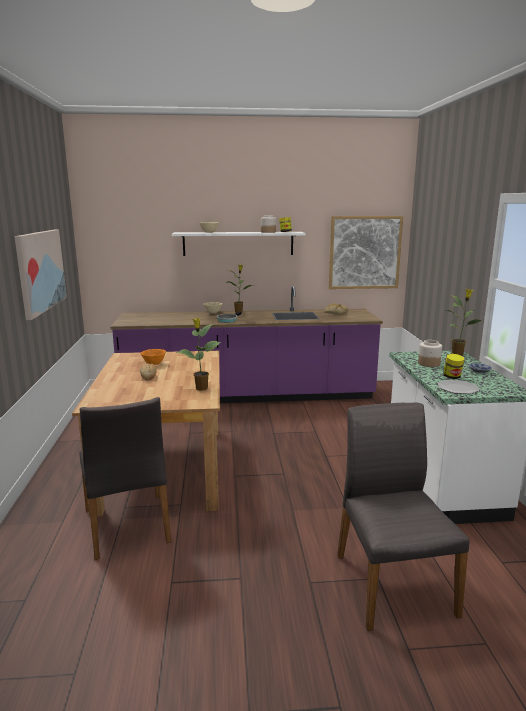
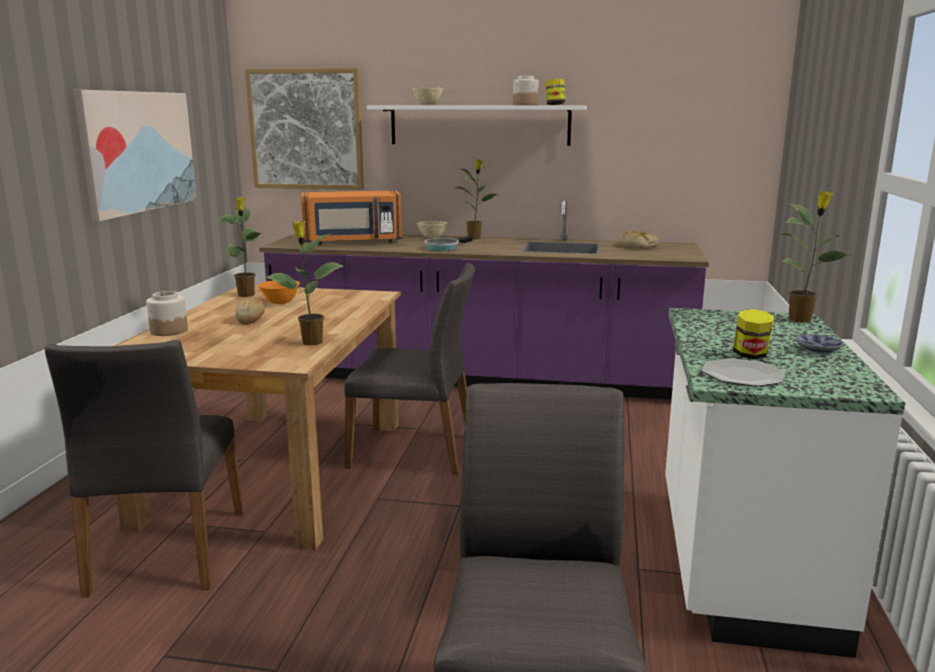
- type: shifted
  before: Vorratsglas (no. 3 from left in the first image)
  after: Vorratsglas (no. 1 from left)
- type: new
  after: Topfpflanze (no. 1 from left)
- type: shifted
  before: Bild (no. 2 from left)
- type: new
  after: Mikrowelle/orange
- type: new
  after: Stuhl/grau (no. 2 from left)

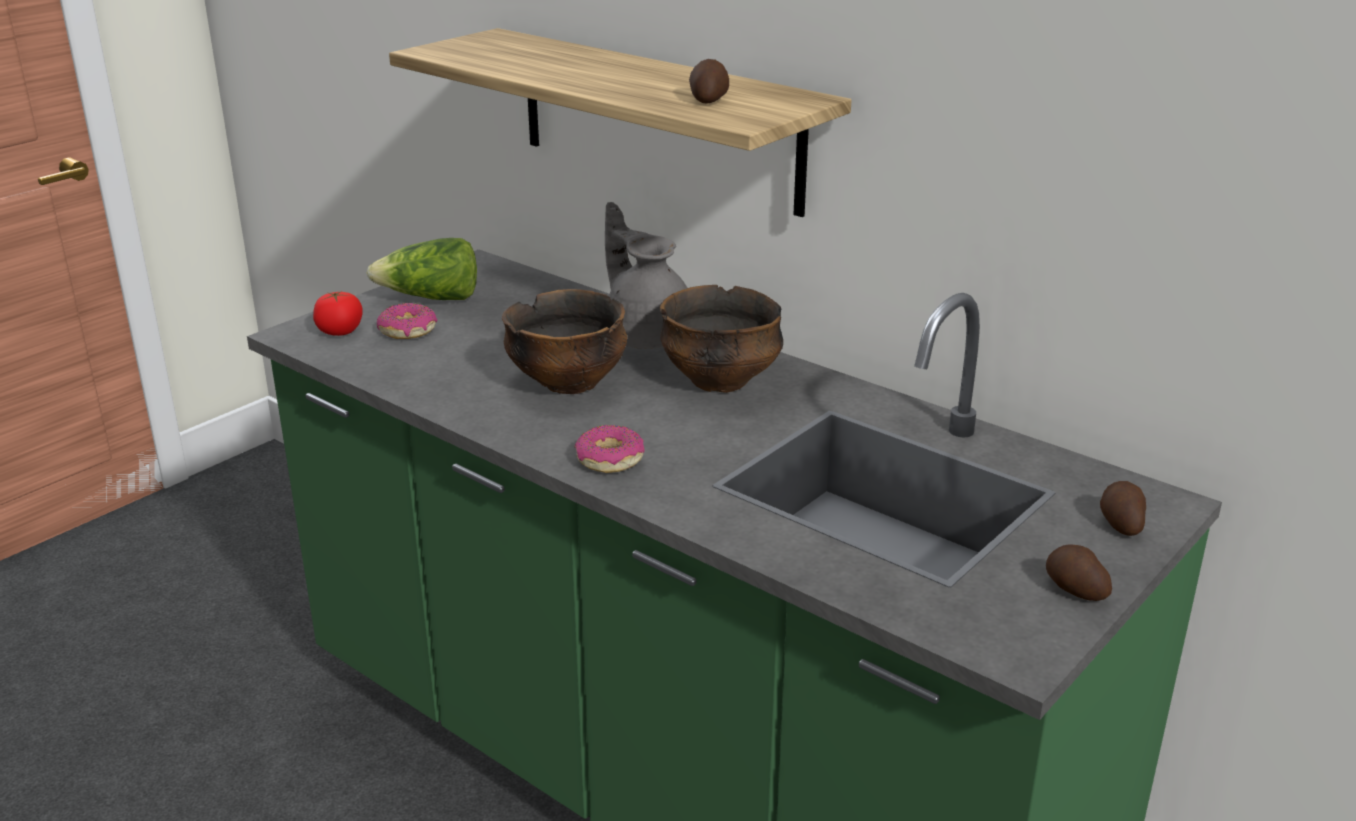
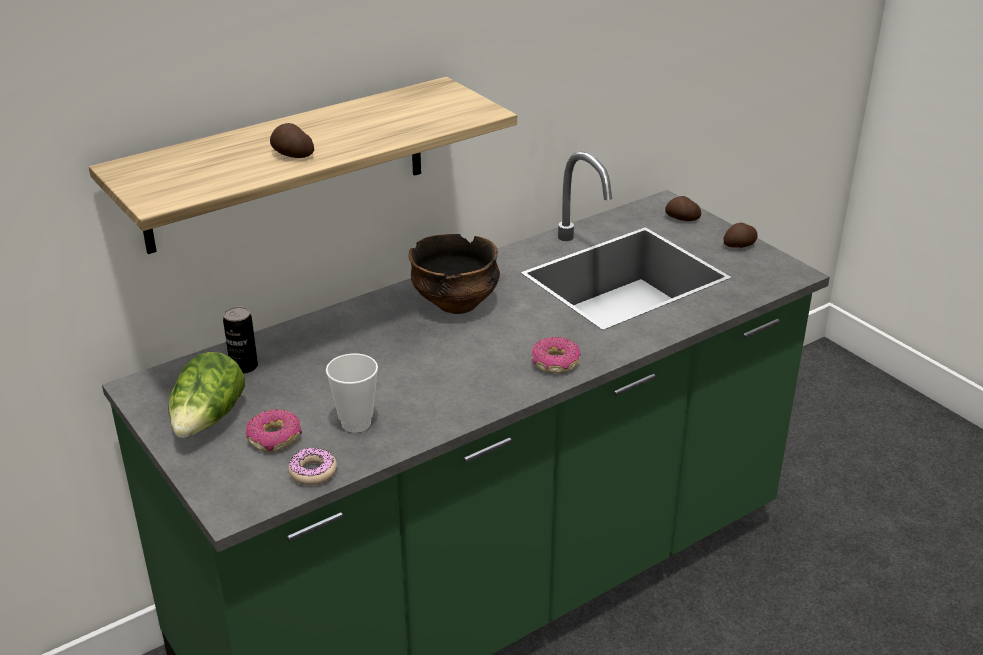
- type: new
  after: Dose
- type: shifted
  before: Kartoffel (no. 1 from left)
- type: new
  after: Donut (no. 2 from left)
- type: new
  after: Tasse
- type: gone
  before: Tomate
- type: gone
  before: Schüssel (no. 1 from left)
- type: gone
  before: Teekanne/grau

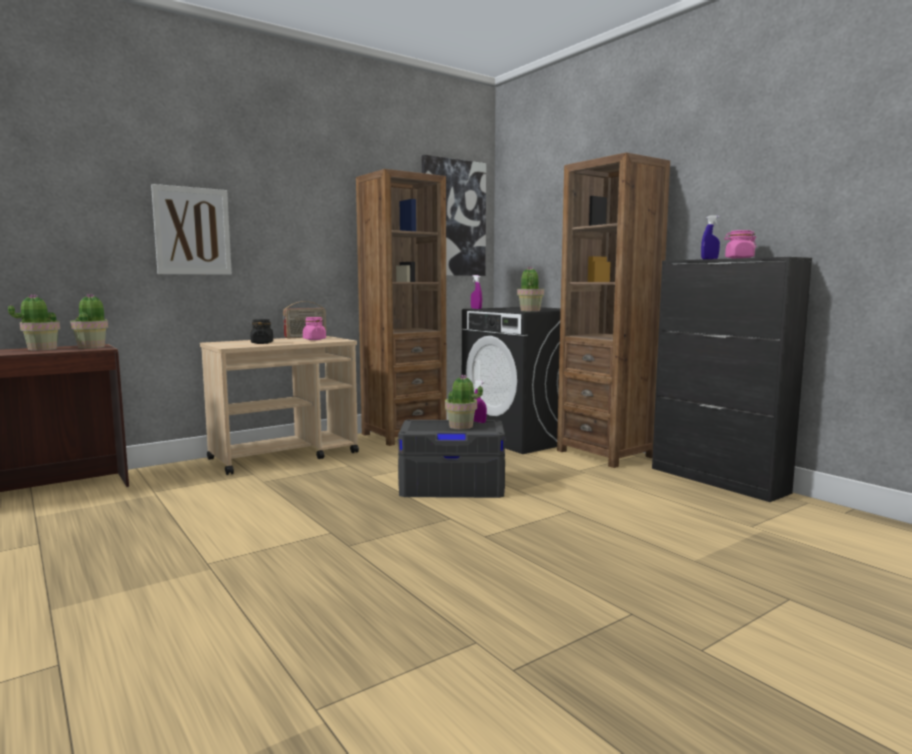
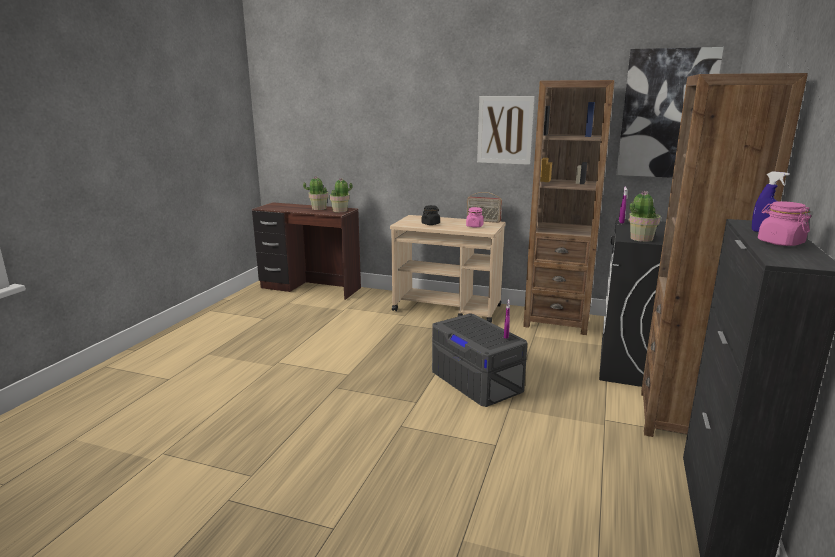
- type: shifted
  before: Bild (no. 1 from left)
- type: gone
  before: Topfpflanze (no. 3 from left)

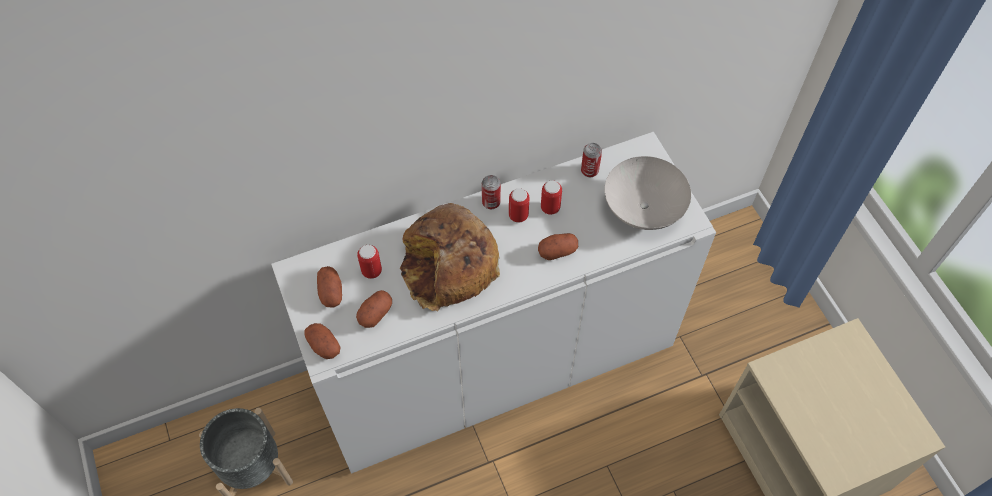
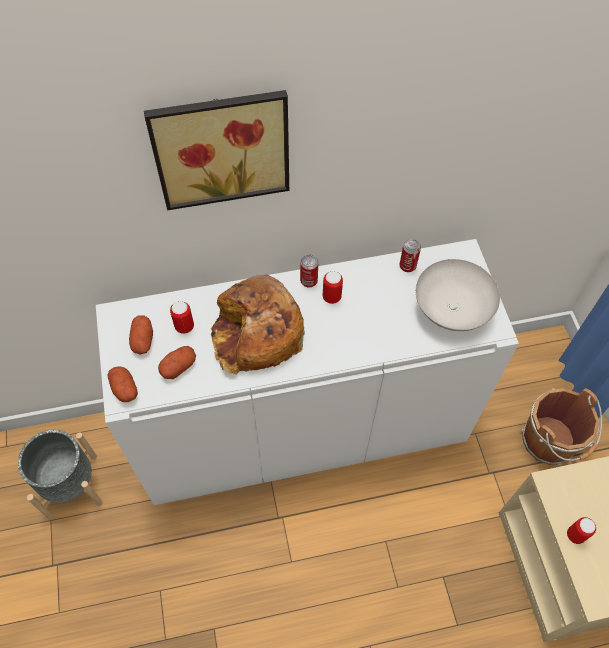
- type: new
  after: Bild
- type: new
  after: Eimer/braun
- type: shifted
  before: Dose (no. 4 from left in the first image)
  after: Dose (no. 5 from left)
- type: gone
  before: Kartoffel (no. 4 from left)

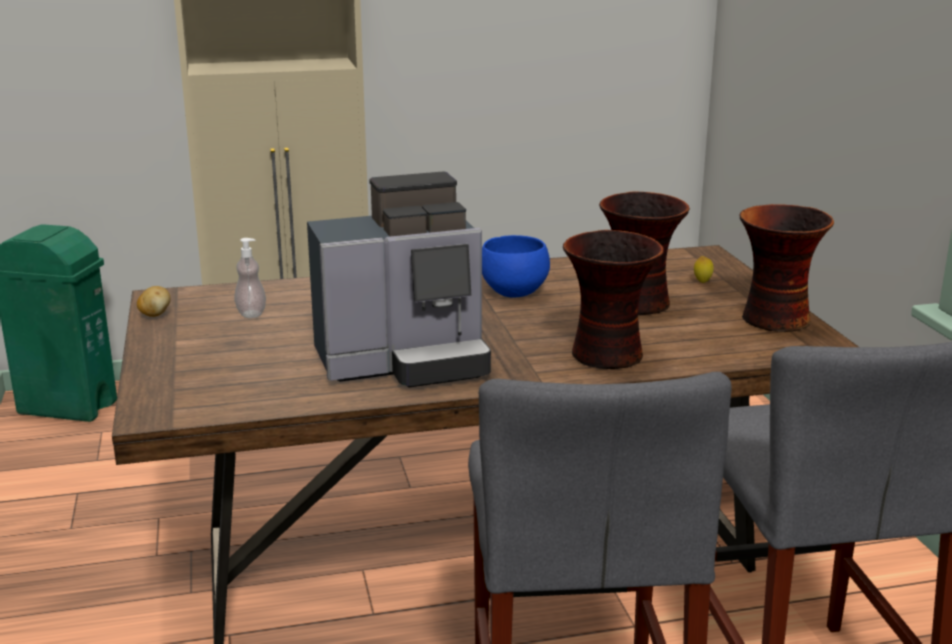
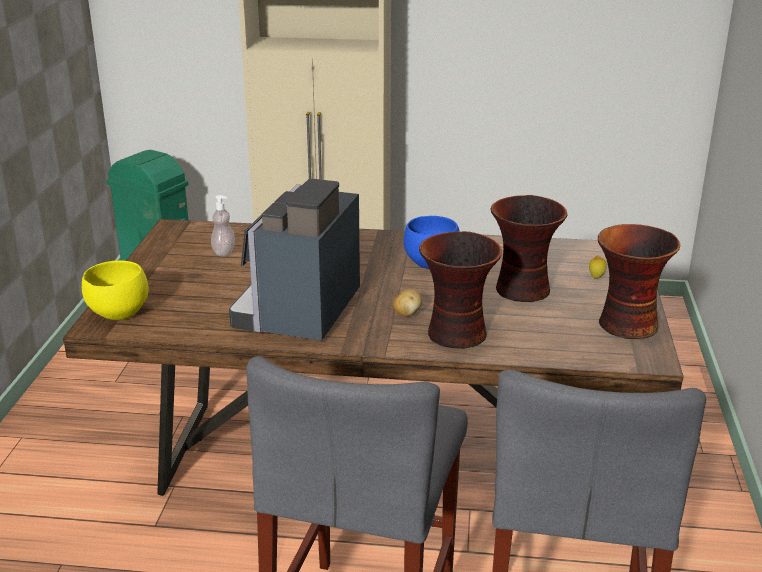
- type: new
  after: Schüssel/gelb
- type: rotated
  before: Kaffeemaschine
  turn: 105
- type: shifted
  before: Kartoffel

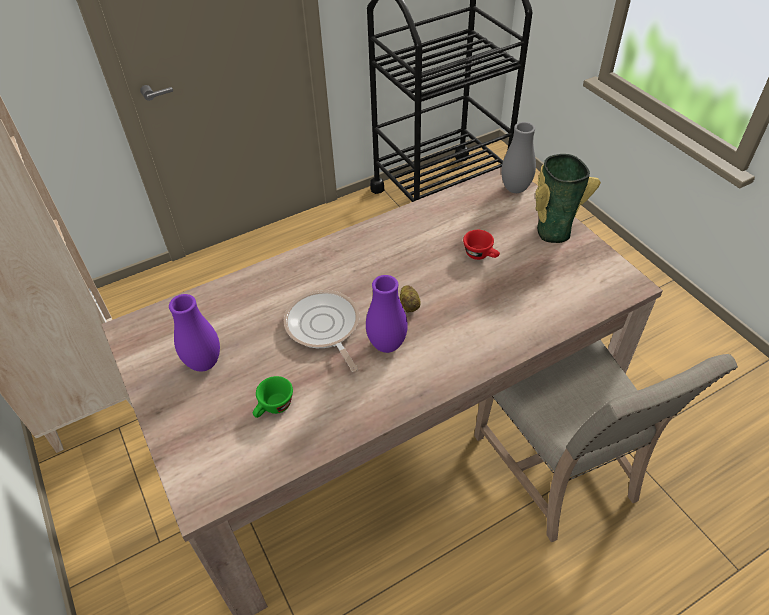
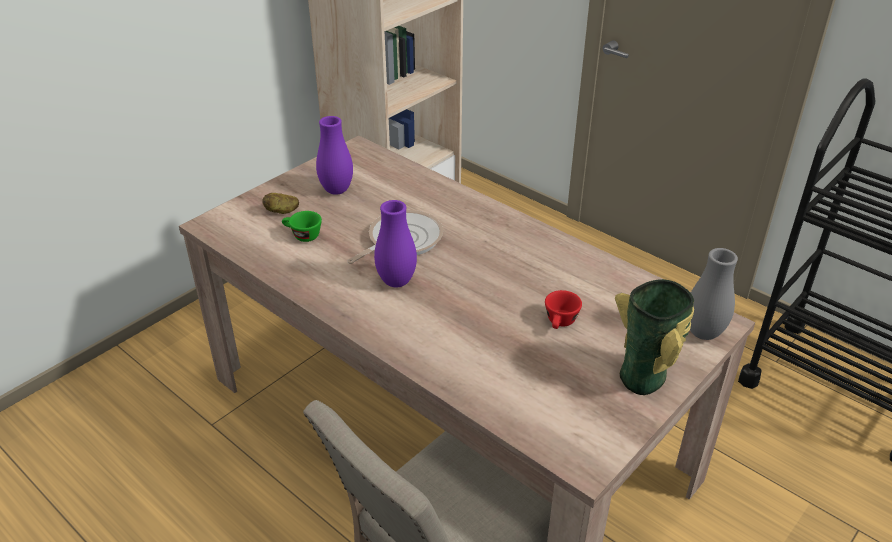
- type: shifted
  before: Kartoffel

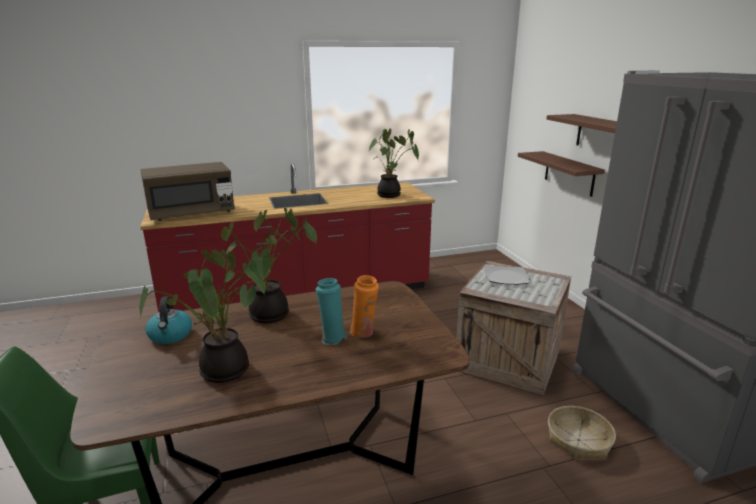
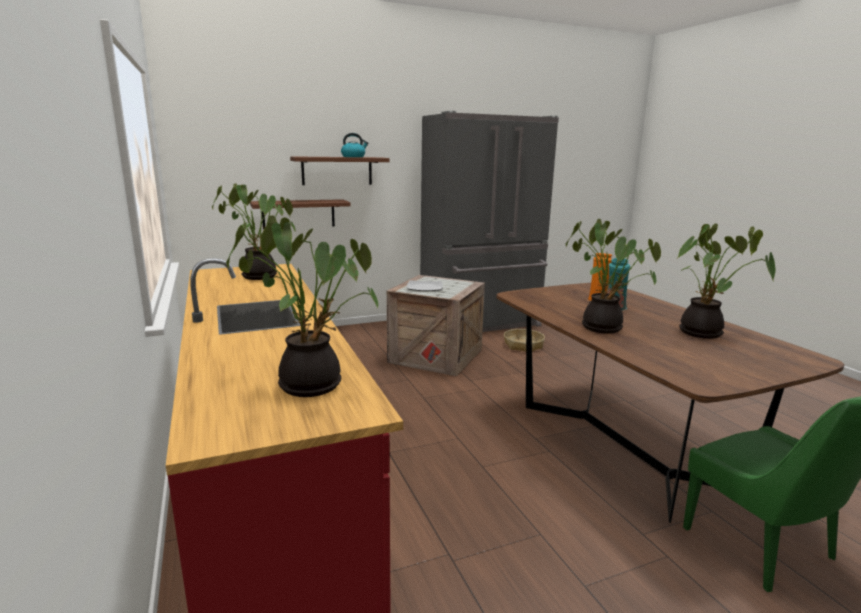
- type: swapped
  before: Mikrowelle/braun
  after: Topfpflanze (no. 2 from left)
- type: shifted
  before: Wasserkessel

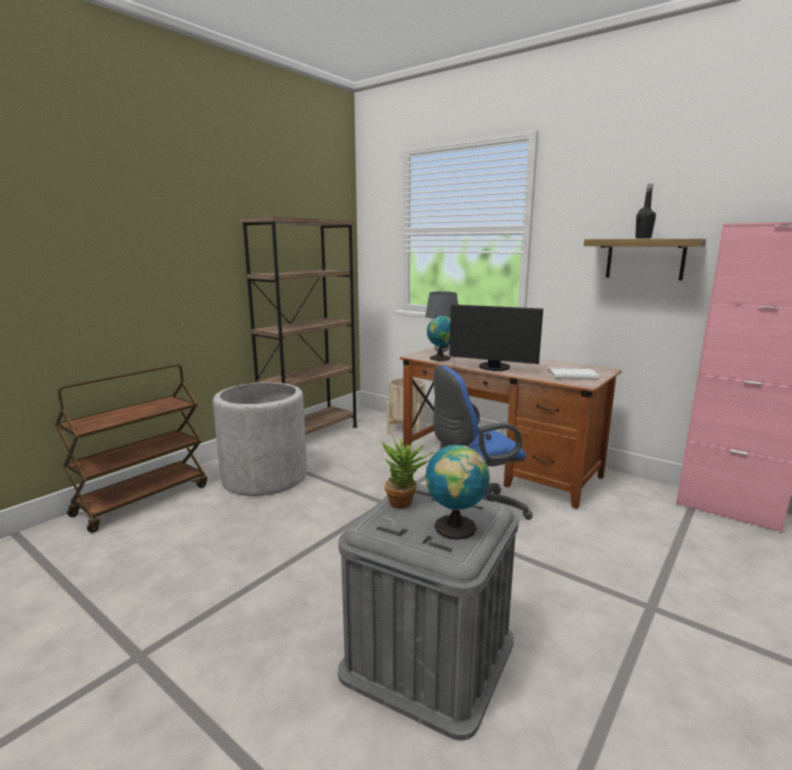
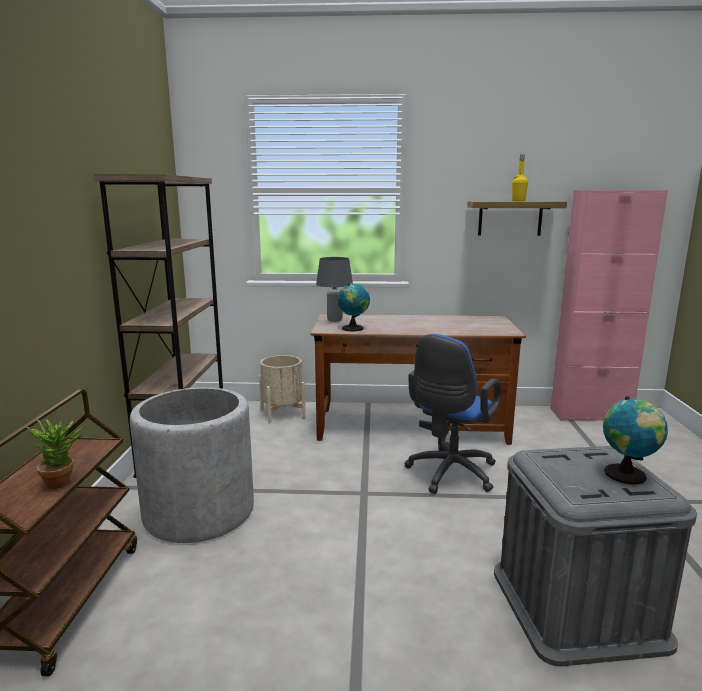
- type: shifted
  before: Topfpflanze
- type: repainted
  before: Flasche/schwarz
  after: Flasche/gelb
- type: gone
  before: Monitor
- type: gone
  before: Buch/weiß

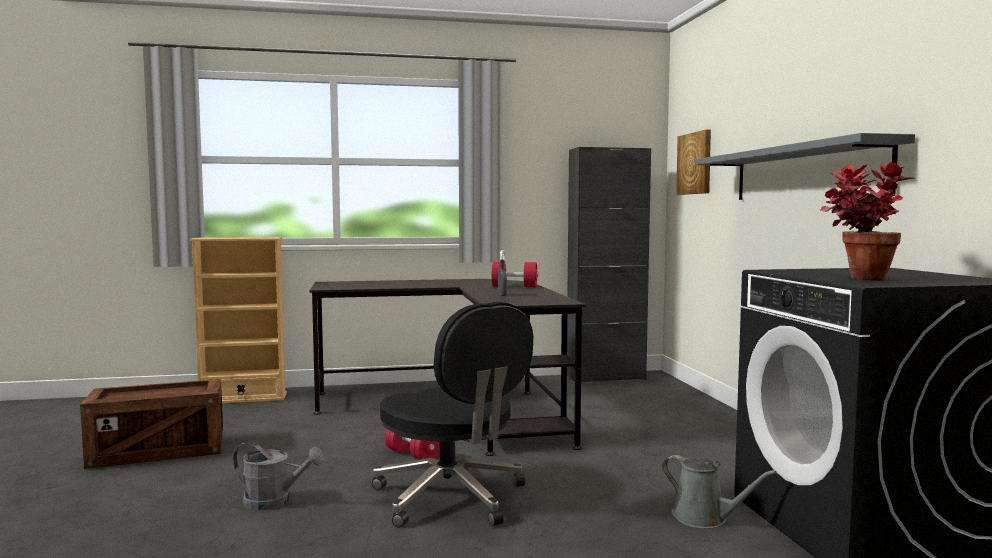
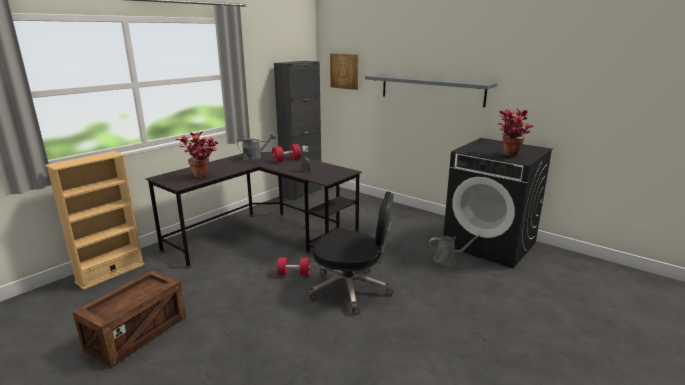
- type: new
  after: Topfpflanze (no. 1 from left)
- type: shifted
  before: Gießkanne/grau (no. 1 from left)

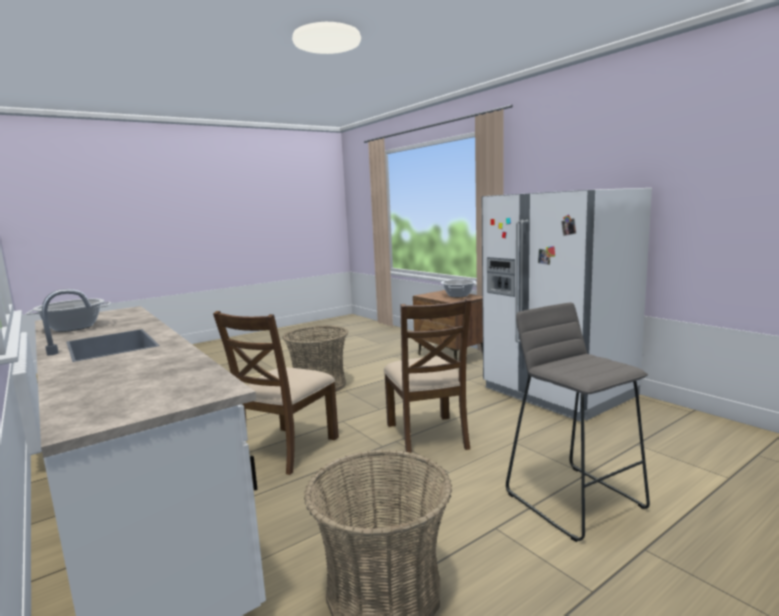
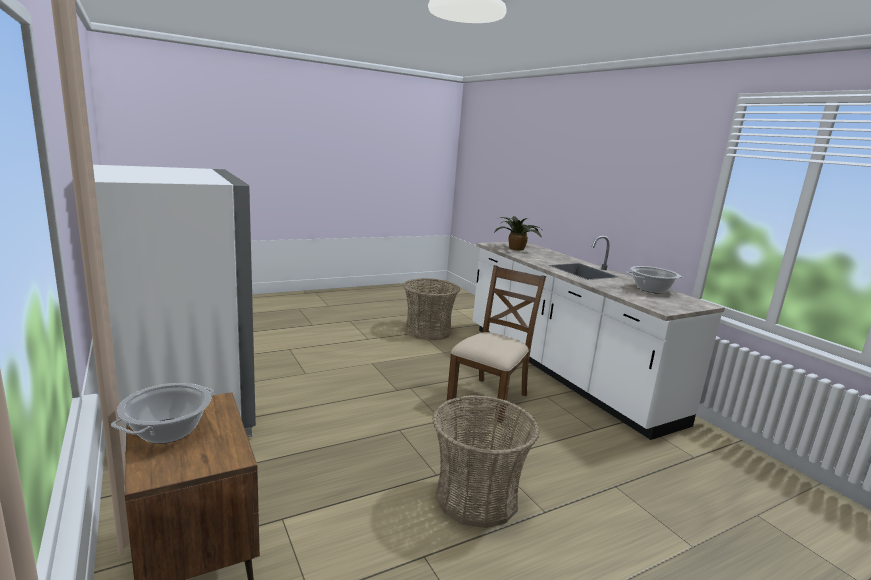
- type: new
  after: Topfpflanze
- type: gone
  before: Stuhl/braun (no. 2 from left)
- type: gone
  before: Hocker/grau

